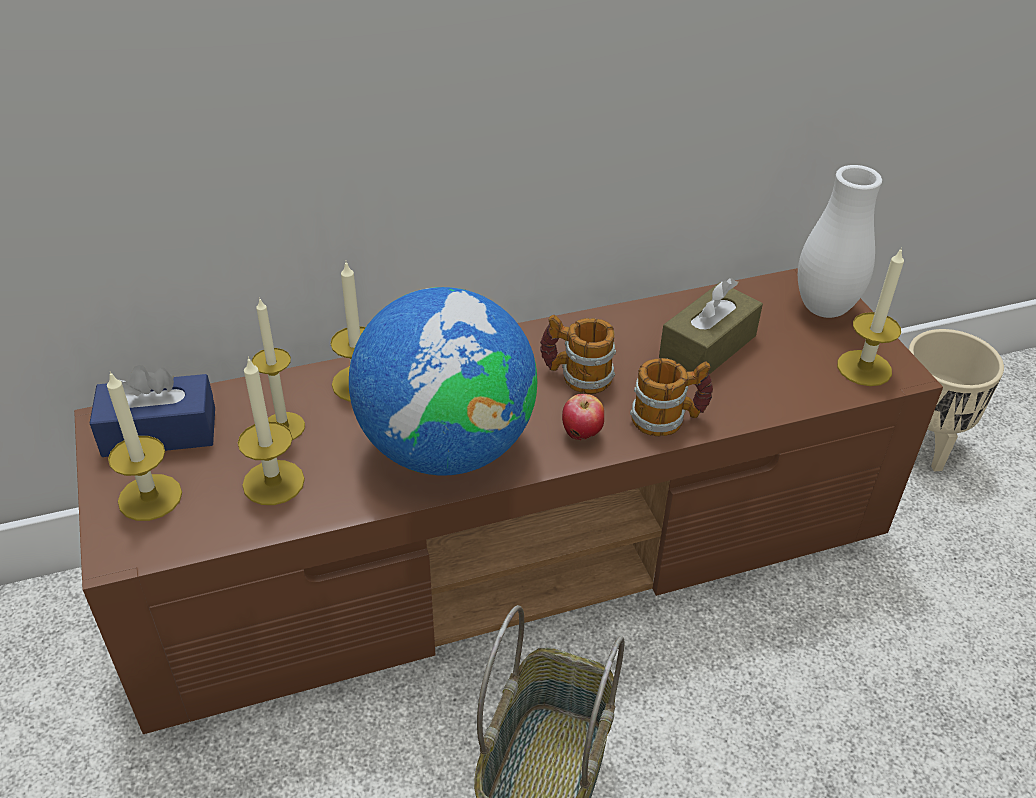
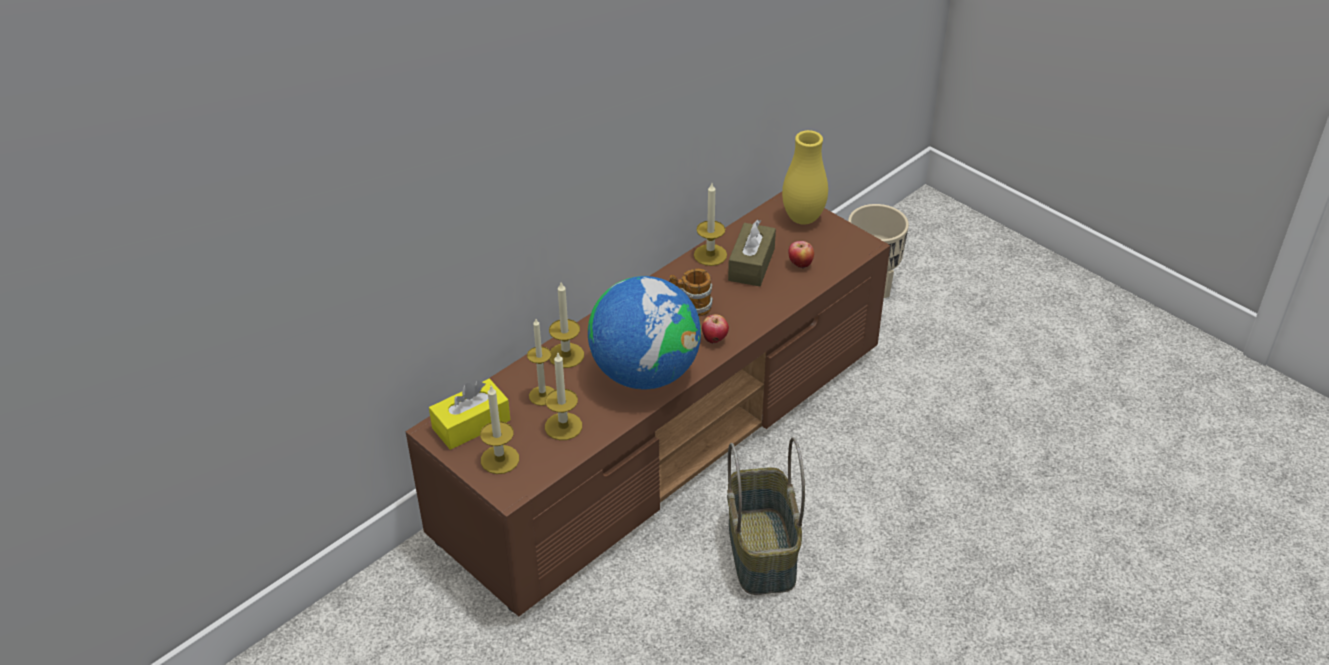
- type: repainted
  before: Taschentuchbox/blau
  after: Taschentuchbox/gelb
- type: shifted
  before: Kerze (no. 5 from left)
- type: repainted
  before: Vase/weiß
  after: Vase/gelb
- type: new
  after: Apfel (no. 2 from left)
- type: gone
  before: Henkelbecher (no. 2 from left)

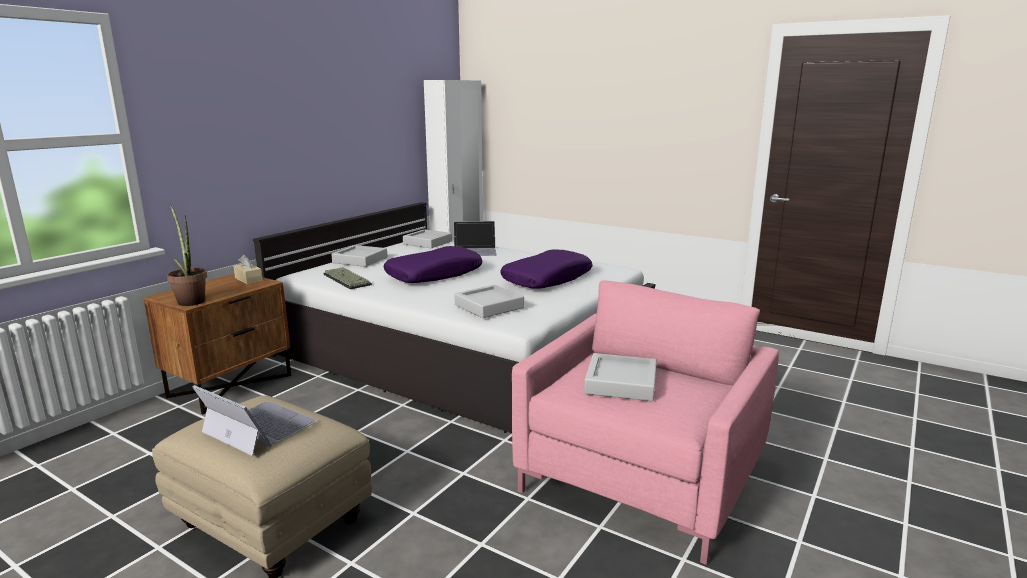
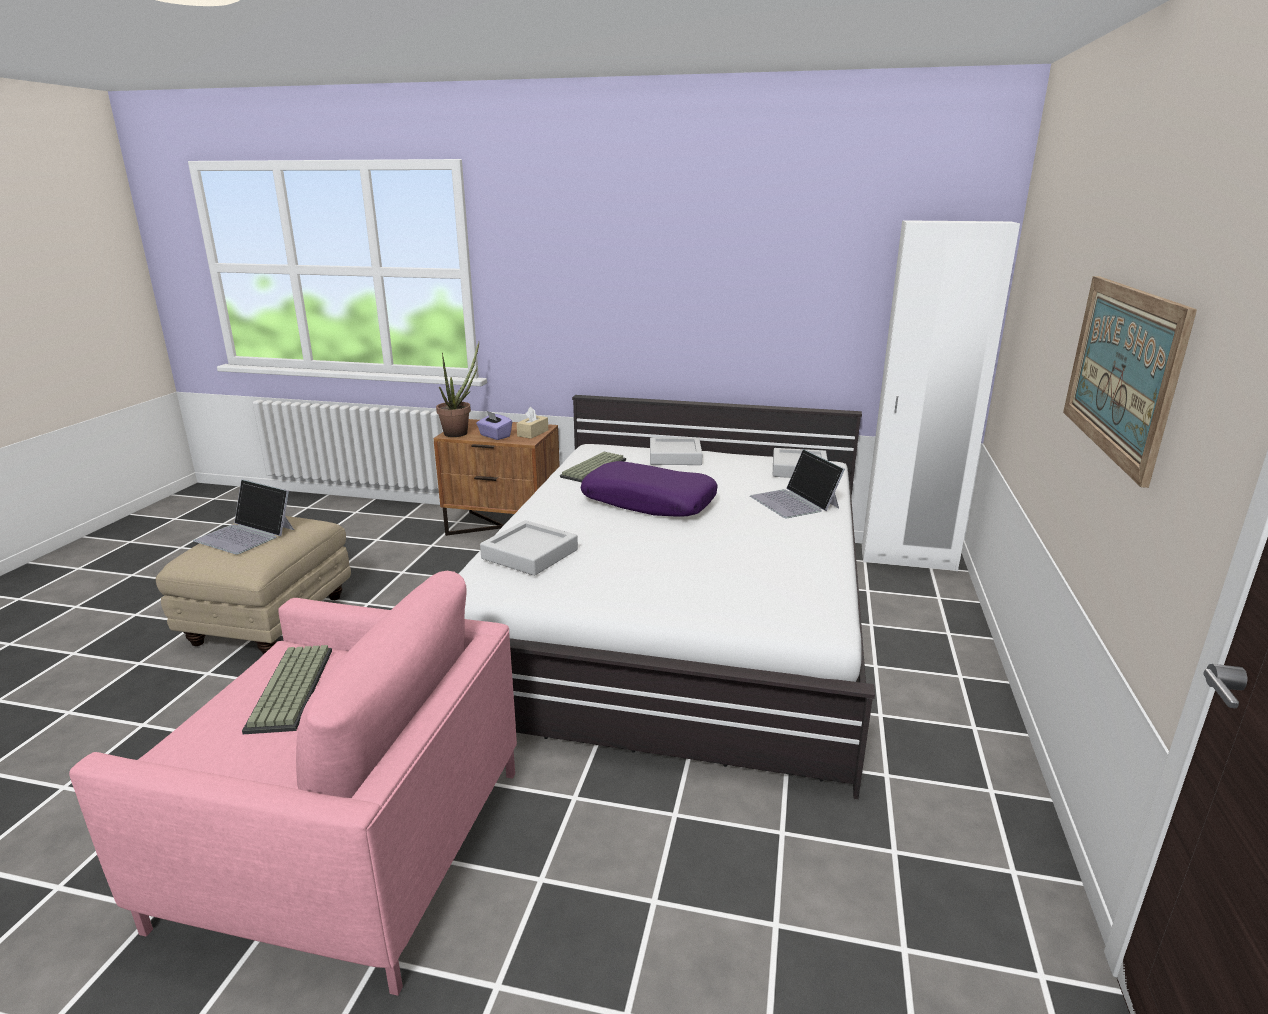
- type: rotated
  before: Laptop (no. 1 from left)
  turn: 105
- type: swapped
  before: Tablett/grau (no. 4 from left)
  after: Tastatur (no. 1 from left)
- type: new
  after: Taschentuchbox/lila
- type: new
  after: Bild
- type: gone
  before: Kissen/lila (no. 2 from left)

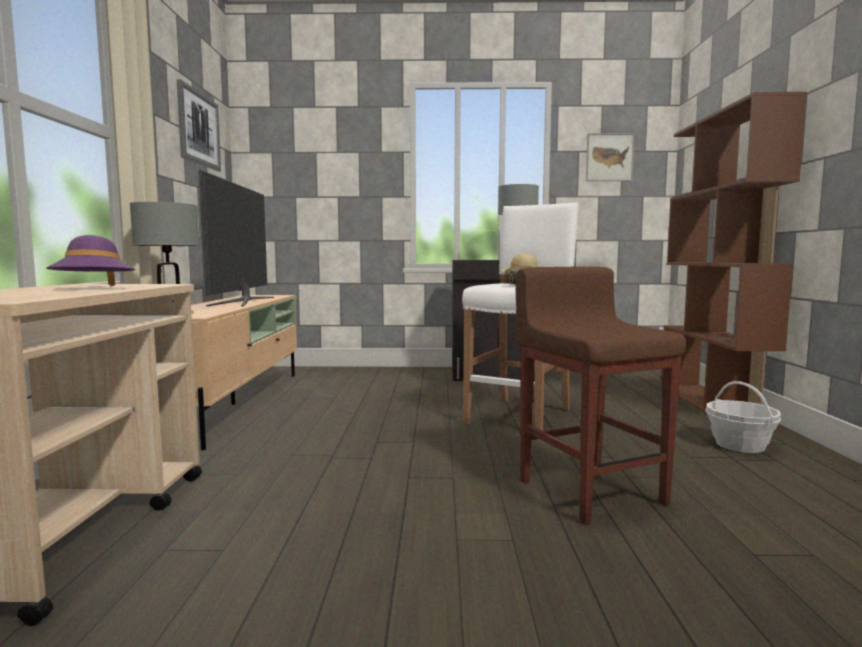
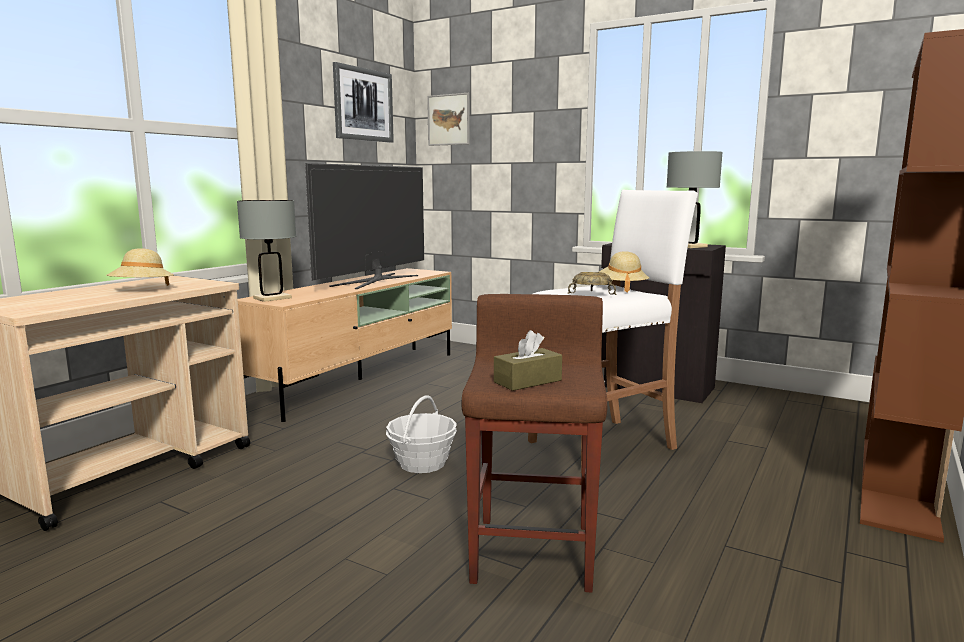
- type: repainted
  before: Hut/lila
  after: Hut/beige (no. 1 from left)
- type: shifted
  before: Korb
- type: shifted
  before: Bild (no. 2 from left)
- type: new
  after: Taschentuchbox/braun

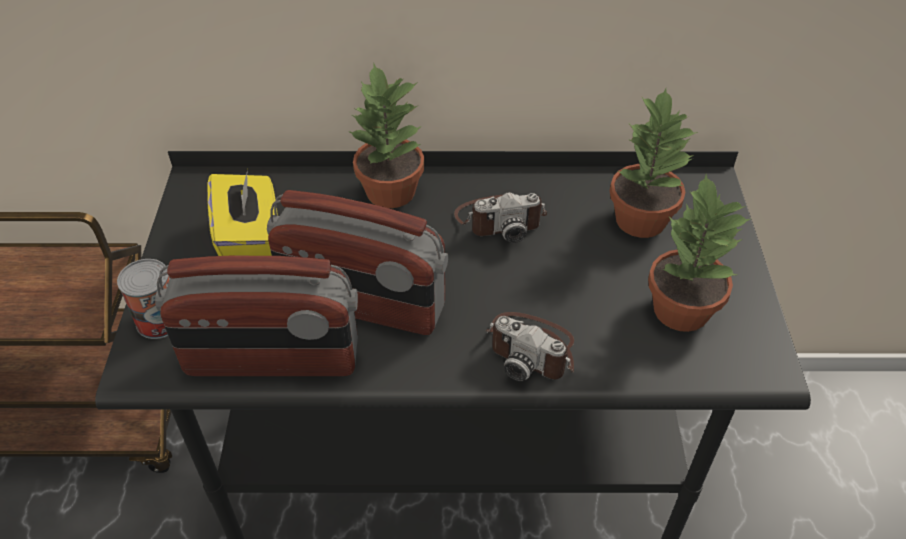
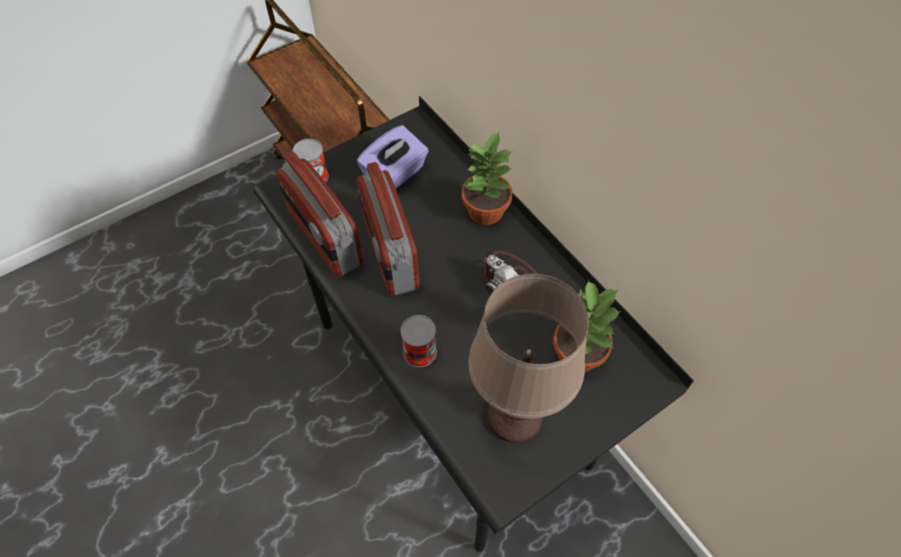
- type: repainted
  before: Taschentuchbox/gelb
  after: Taschentuchbox/lila
- type: swapped
  before: Kamera (no. 2 from left)
  after: Dose (no. 2 from left)
- type: swapped
  before: Topfpflanze (no. 3 from left)
  after: Tischlampe/braun

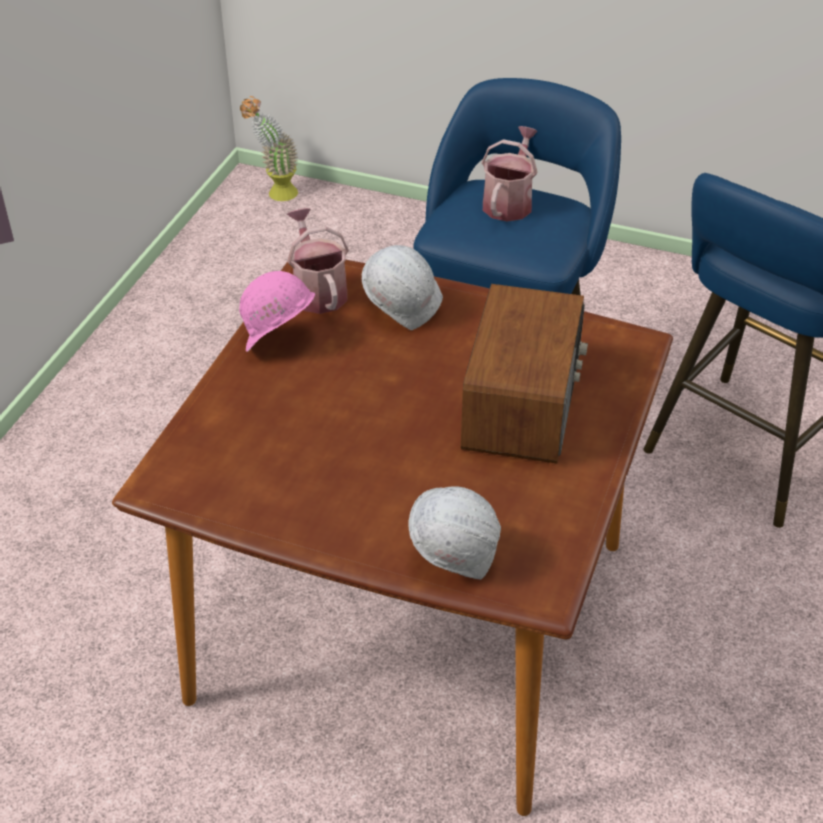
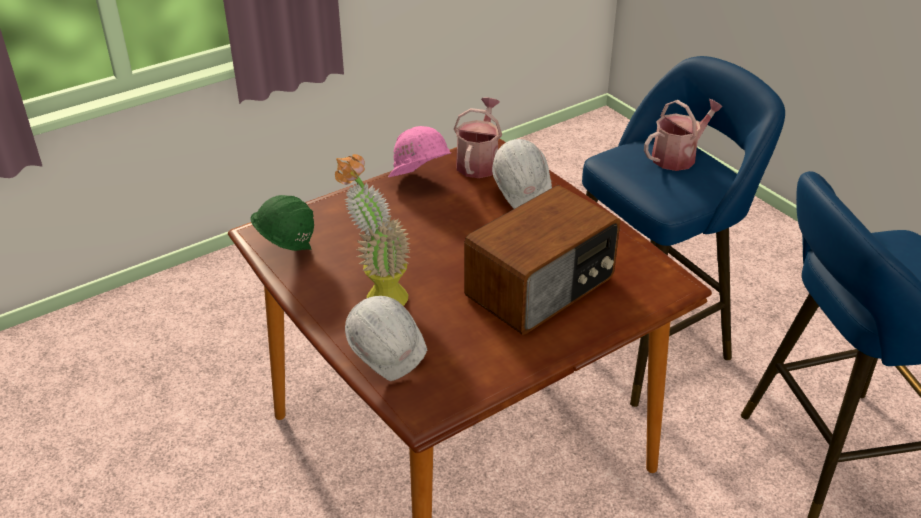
- type: new
  after: Schutzhelm/grün
- type: shifted
  before: Topfpflanze

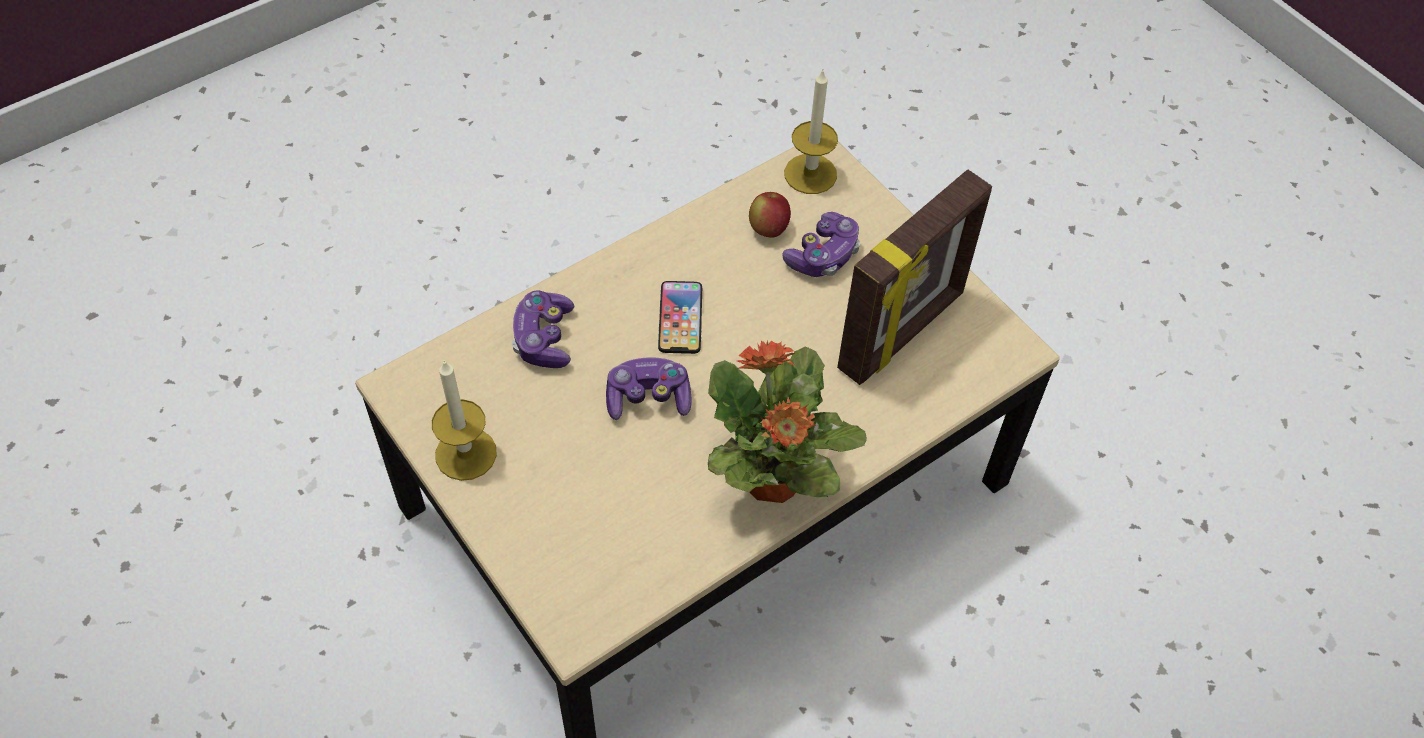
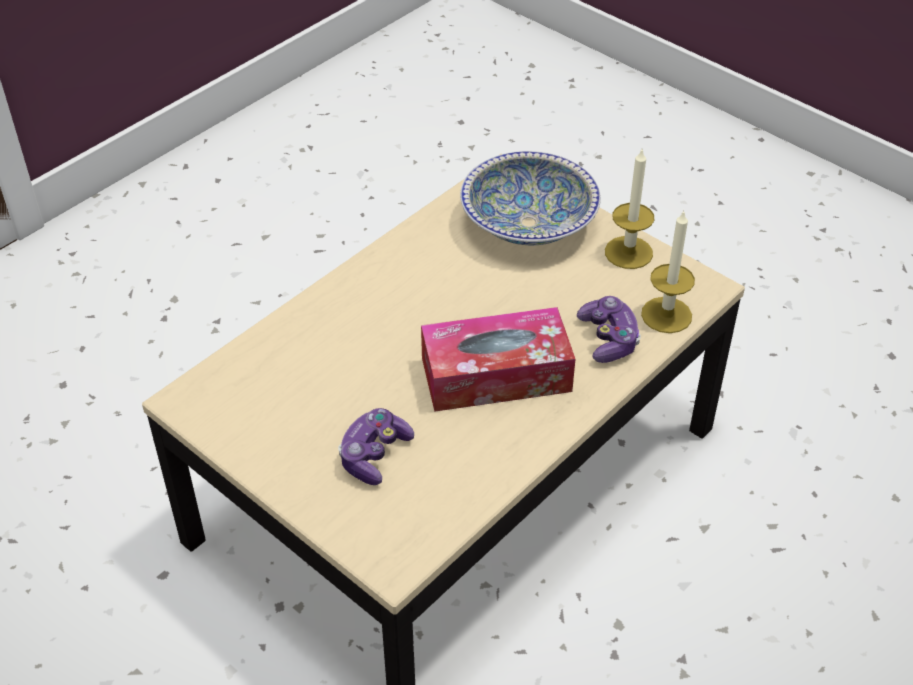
- type: swapped
  before: Handy
  after: Taschentuchbox
- type: new
  after: Schüssel
- type: shifted
  before: Kerze (no. 2 from left)
- type: gone
  before: Gamepad (no. 2 from left)
- type: gone
  before: Topfpflanze
- type: gone
  before: Apfel
- type: gone
  before: Bilderrahmen

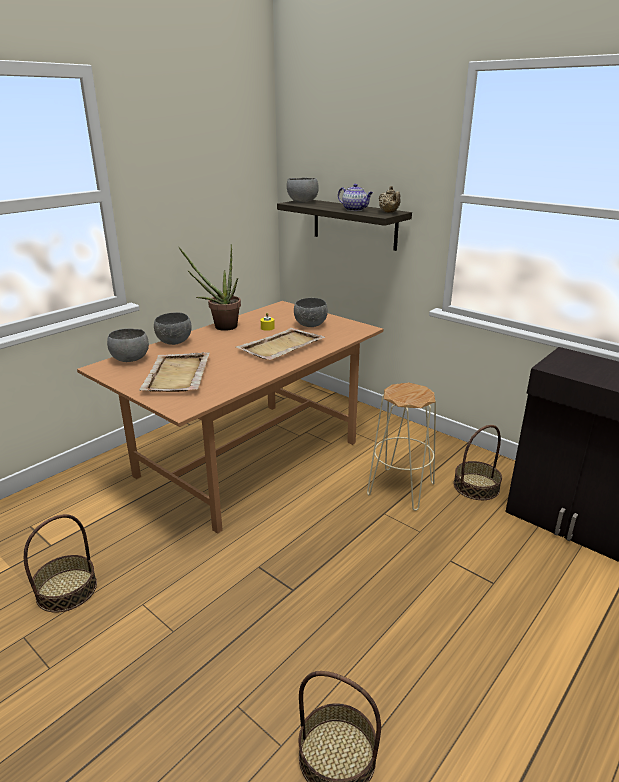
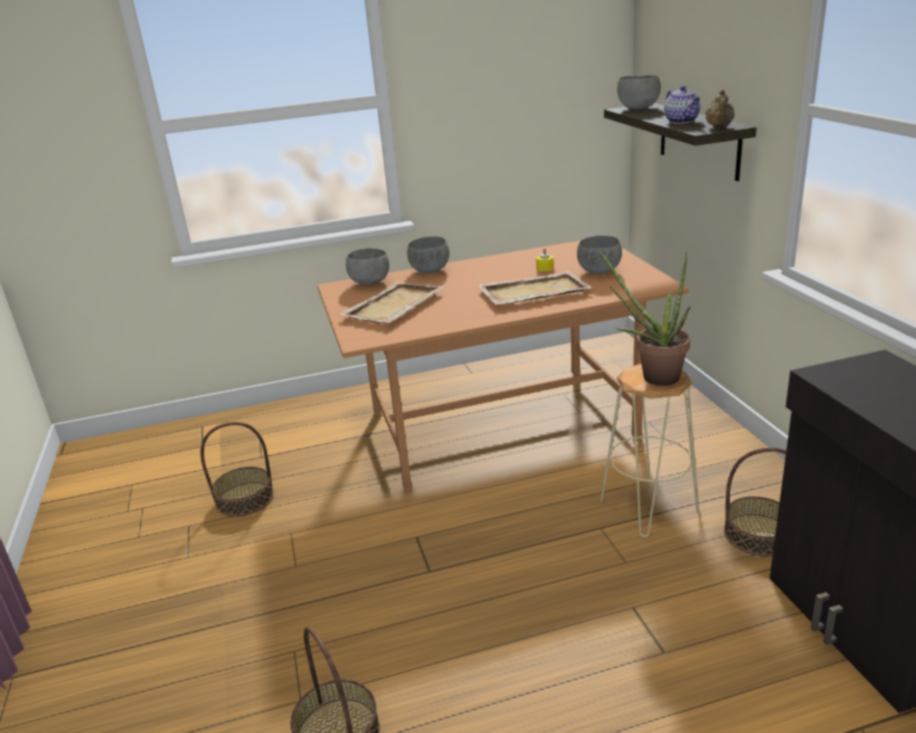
- type: shifted
  before: Topfpflanze

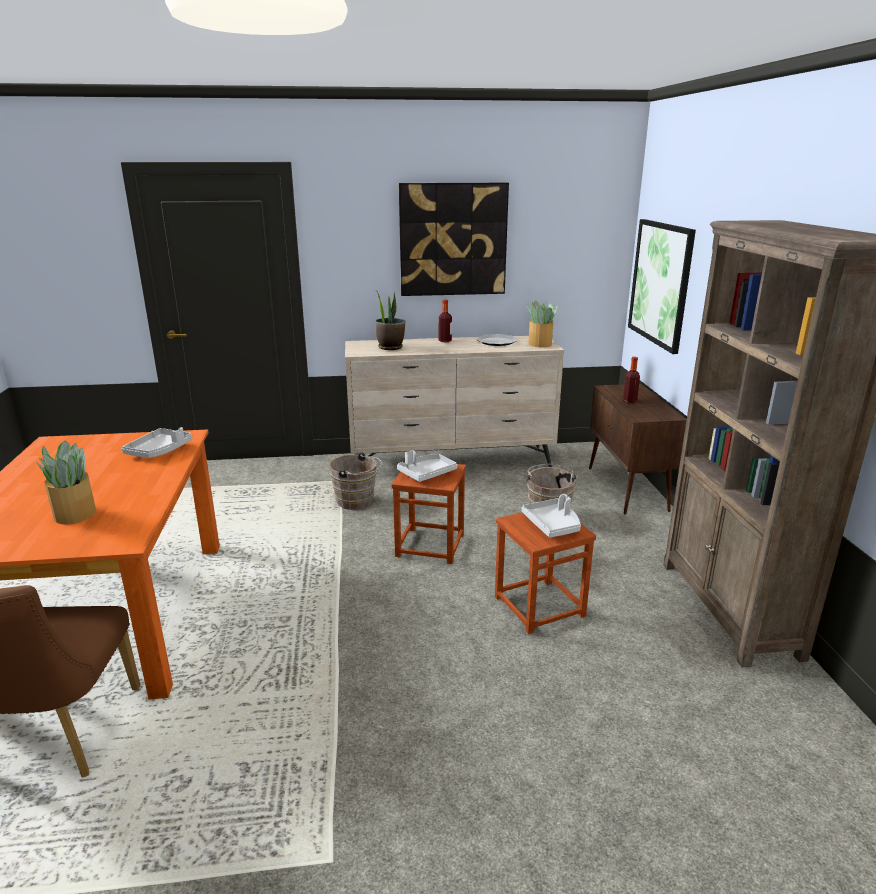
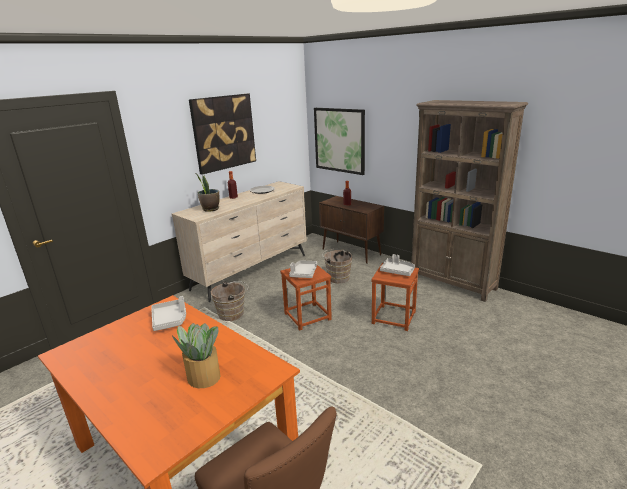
- type: gone
  before: Topfpflanze (no. 3 from left)

